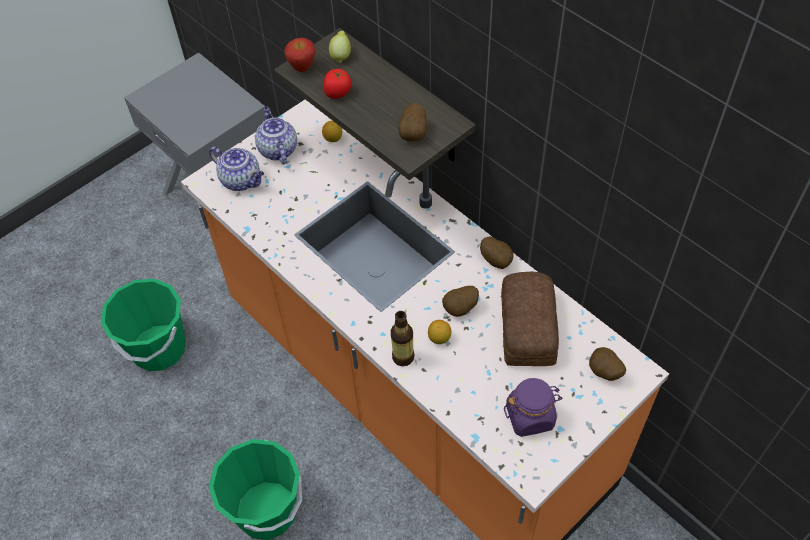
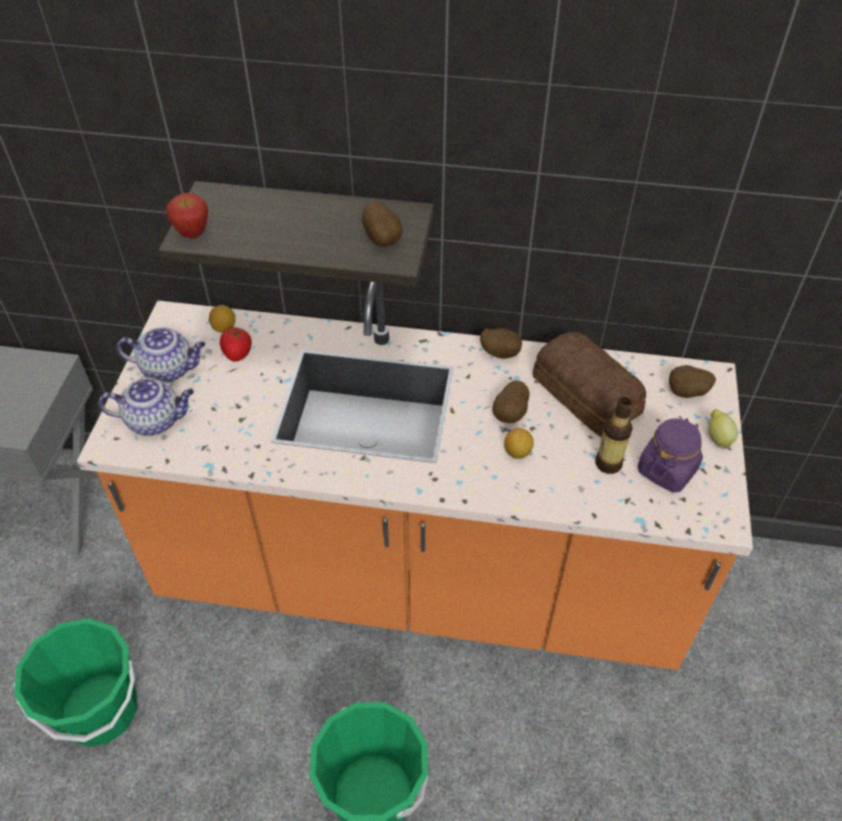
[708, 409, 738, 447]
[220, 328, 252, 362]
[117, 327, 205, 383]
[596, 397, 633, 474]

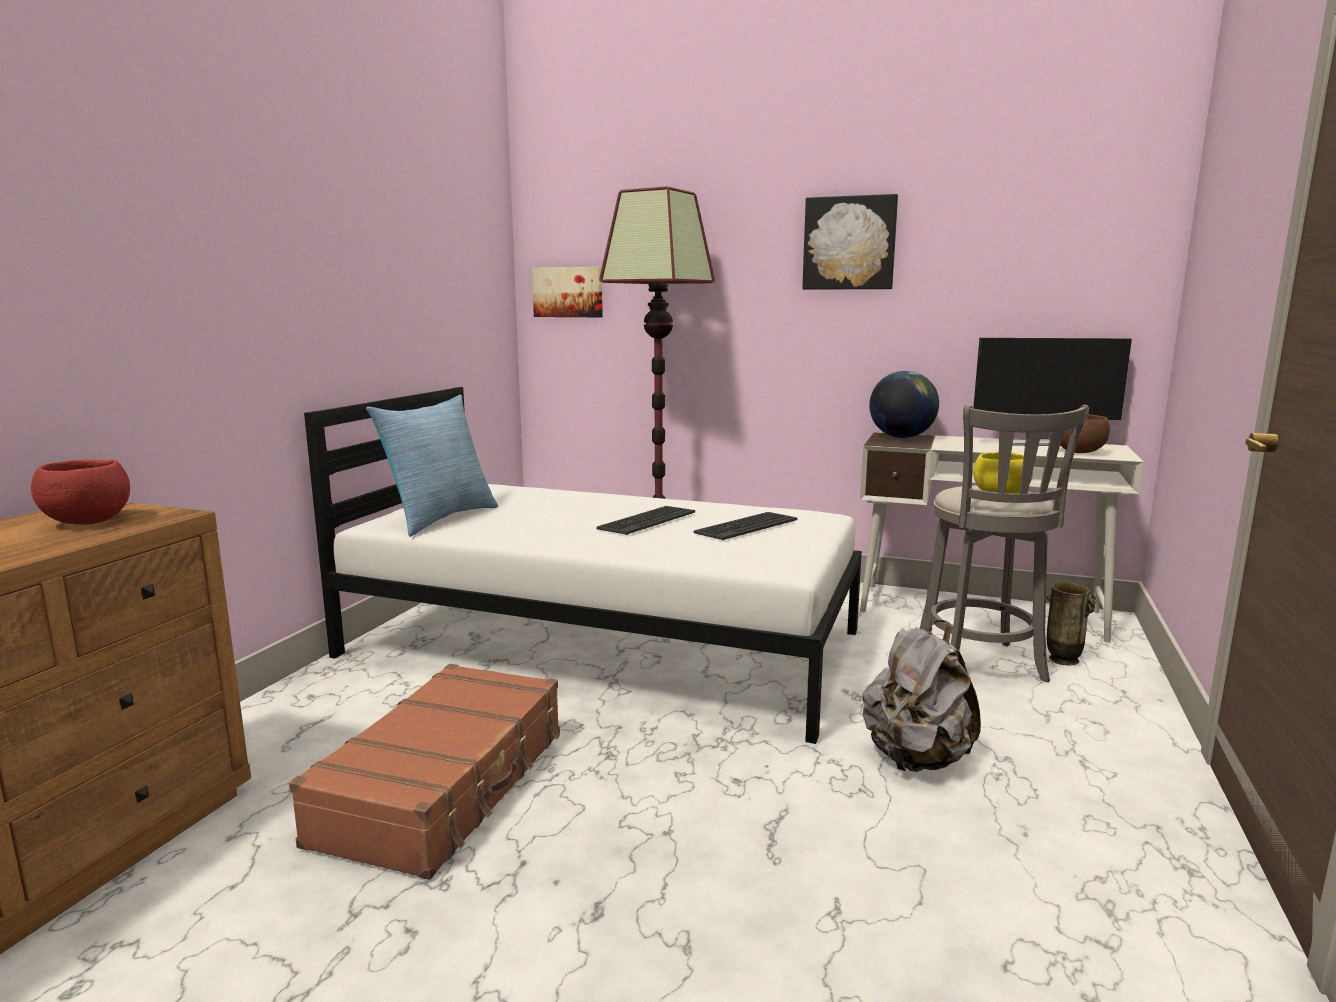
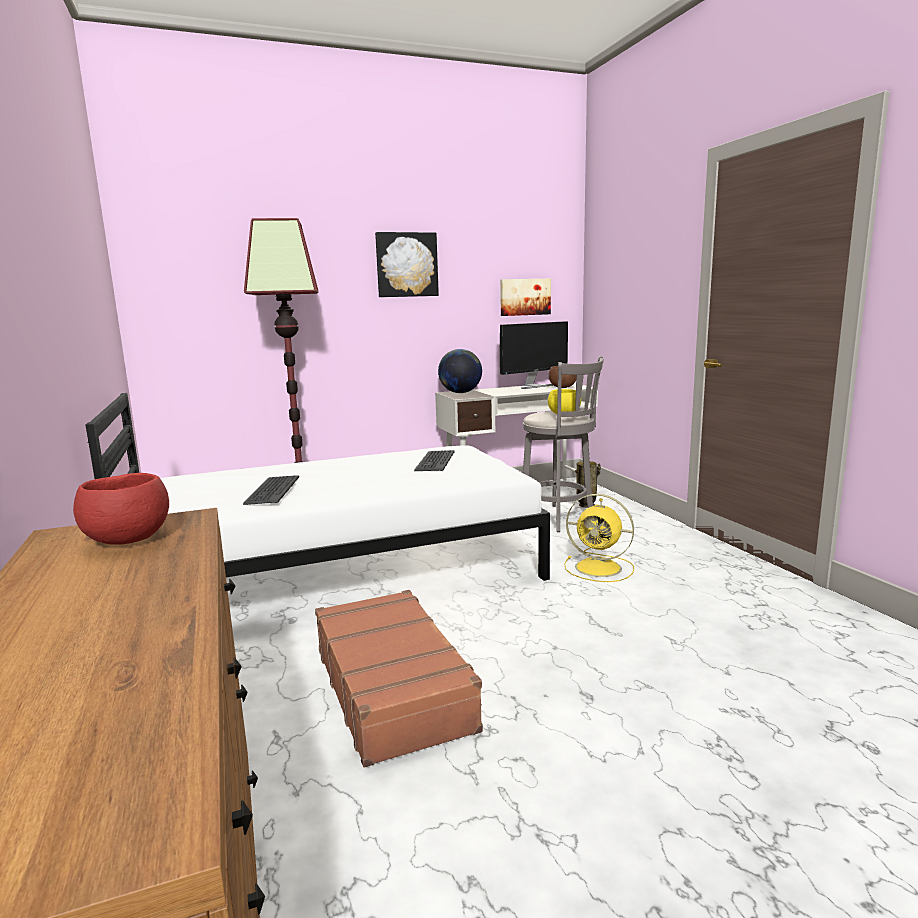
[500, 279, 551, 316]
[366, 395, 498, 537] (first image)
[243, 475, 299, 505]
[564, 494, 634, 582]

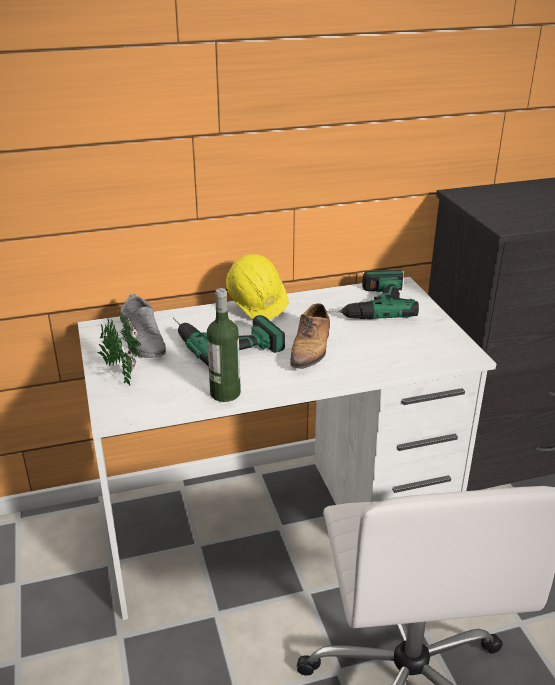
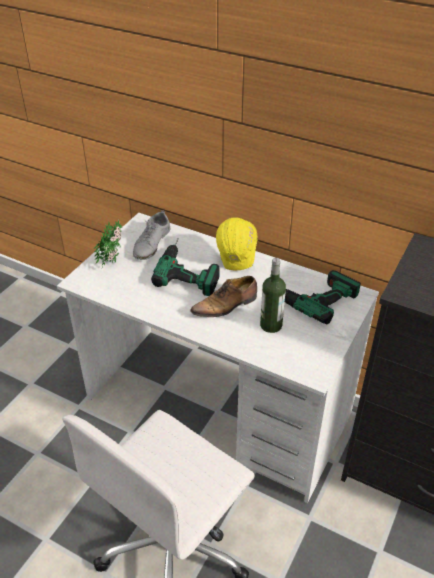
[260, 258, 286, 333]

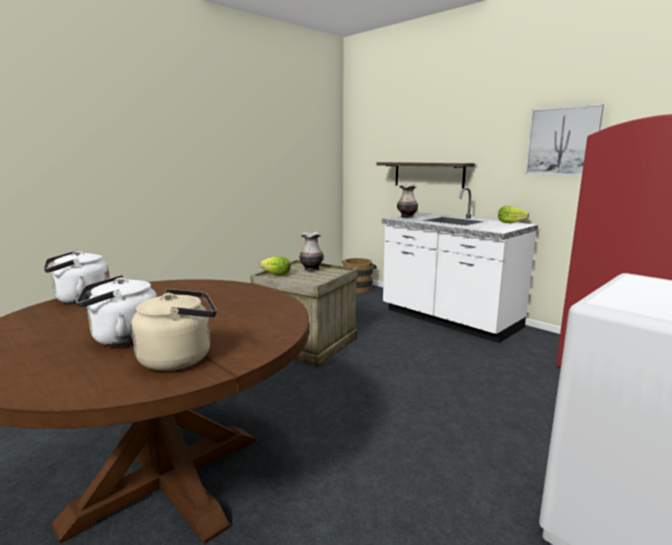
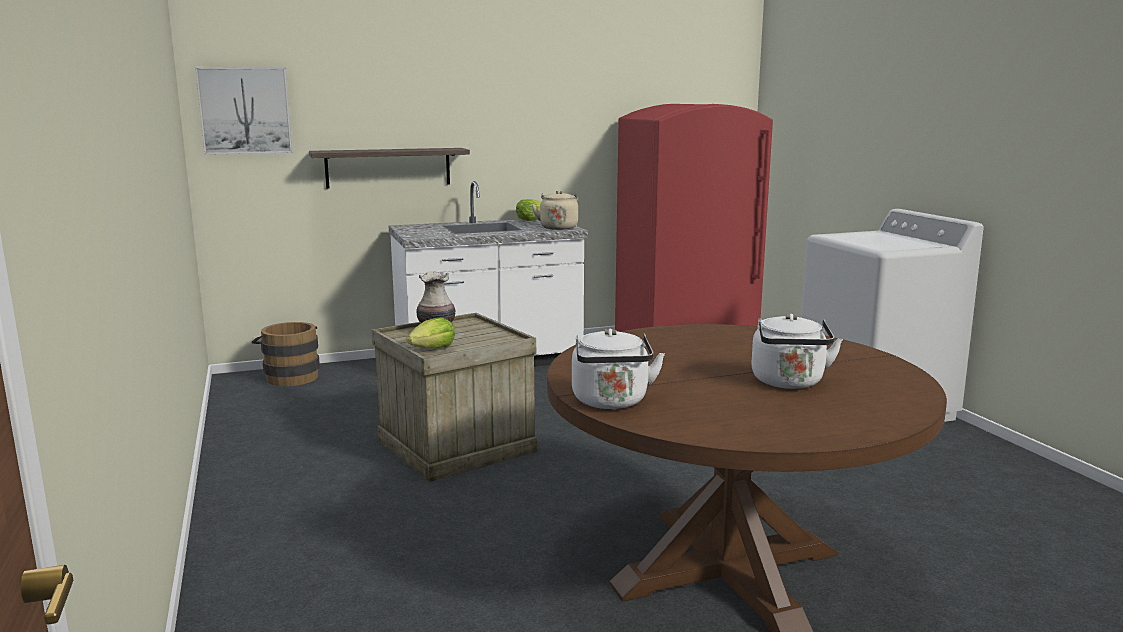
[195, 67, 292, 155]
[397, 184, 418, 218] (first image)
[532, 191, 578, 230]

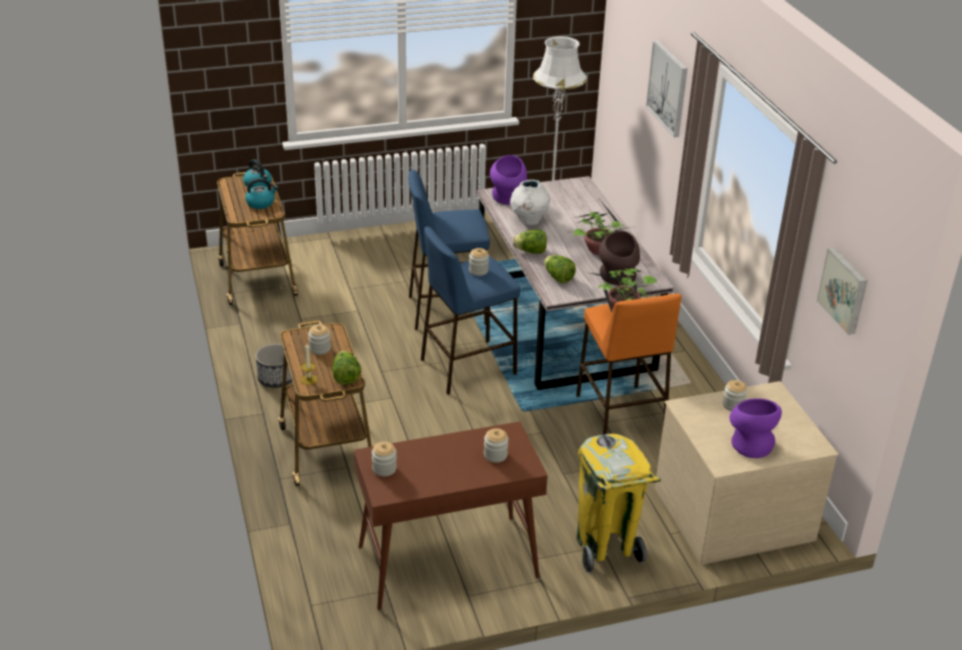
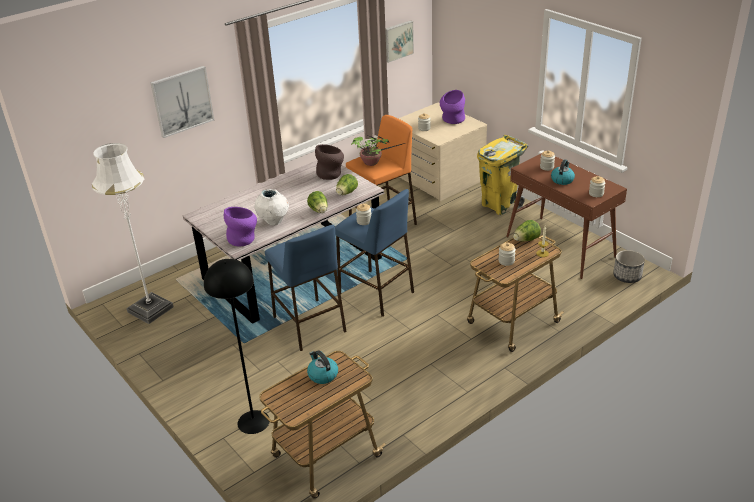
[551, 160, 575, 185]
[574, 200, 630, 255] (first image)
[613, 250, 645, 283]
[204, 259, 270, 434]

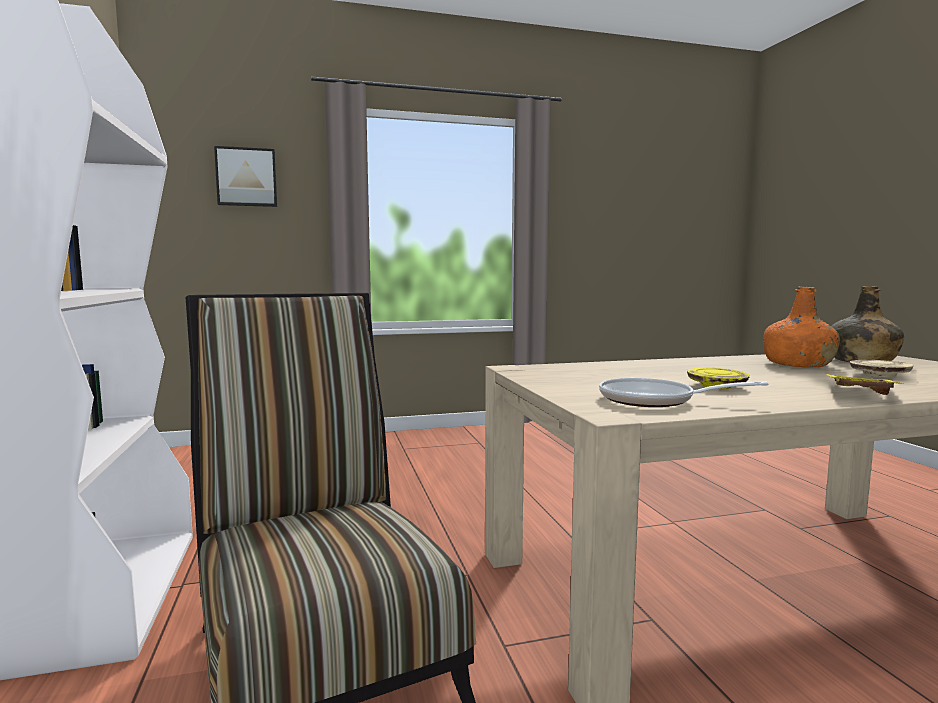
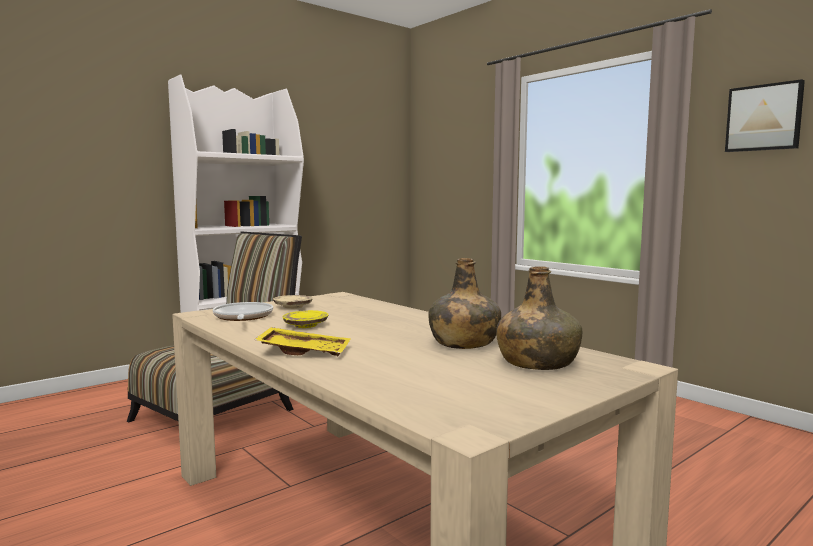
[725, 79, 805, 152]
[428, 258, 501, 349]
[273, 295, 313, 309]

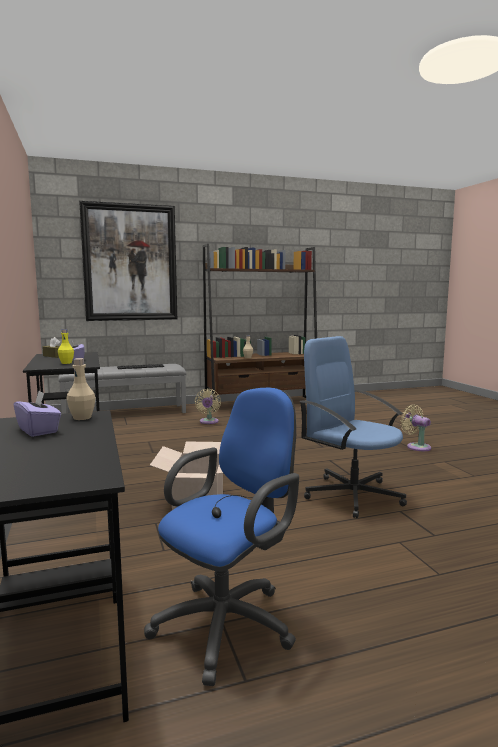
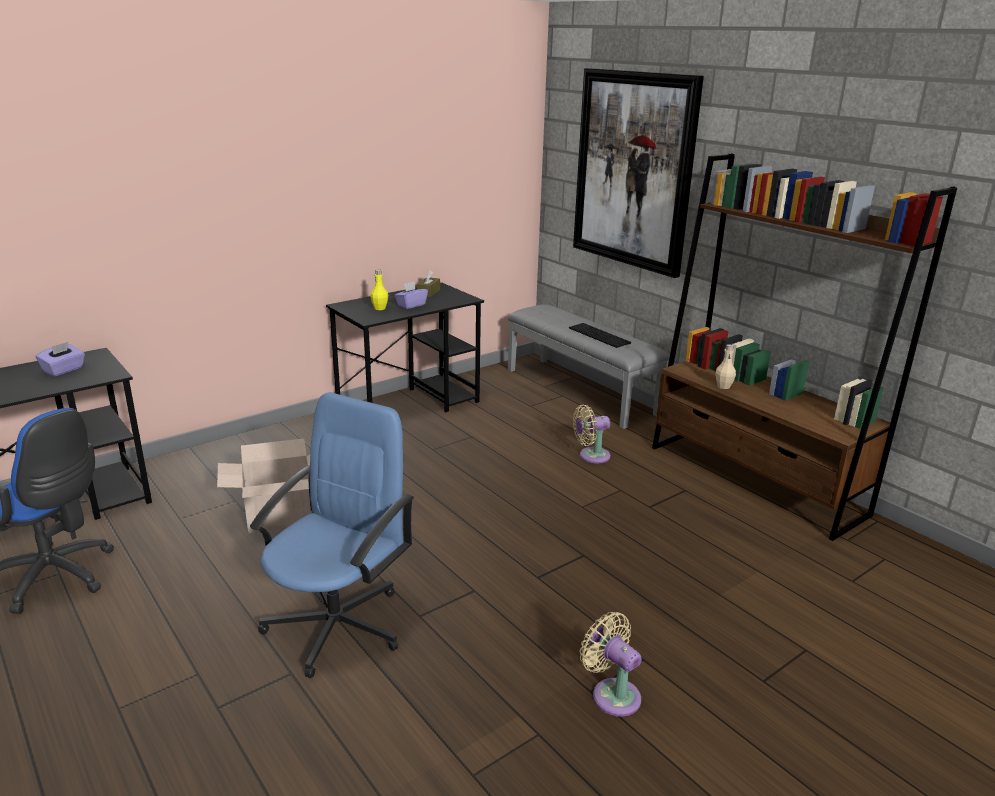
[67, 358, 95, 420] (first image)
[580, 612, 642, 717]

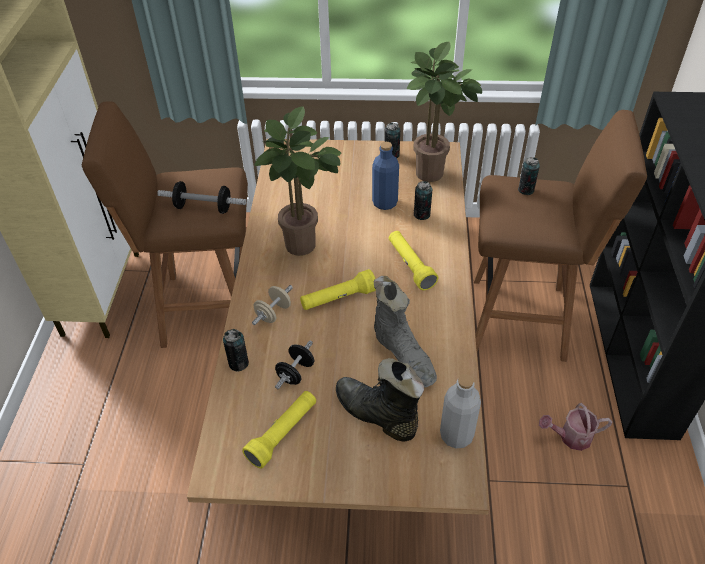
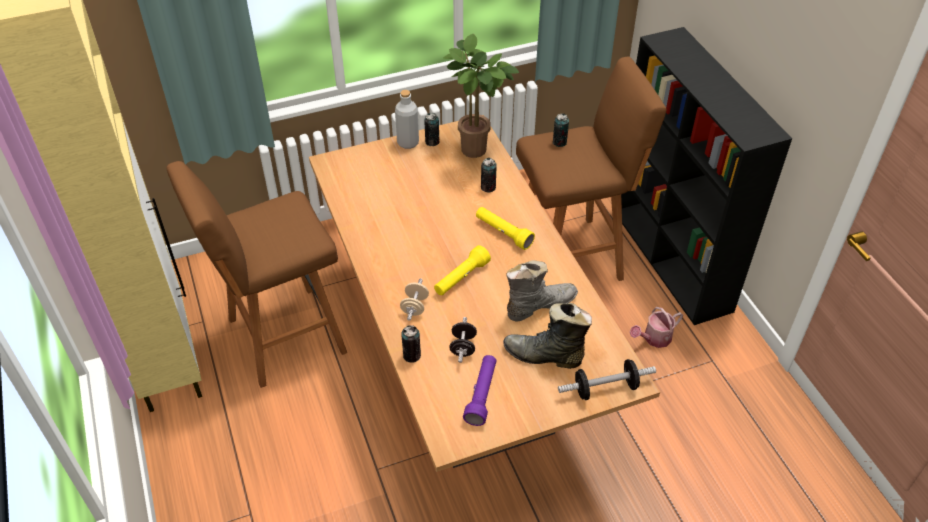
[254, 106, 341, 256] (first image)
[372, 142, 399, 210] (first image)
[558, 359, 656, 400]
[507, 260, 578, 322]
[395, 90, 419, 149]
[463, 355, 496, 426]

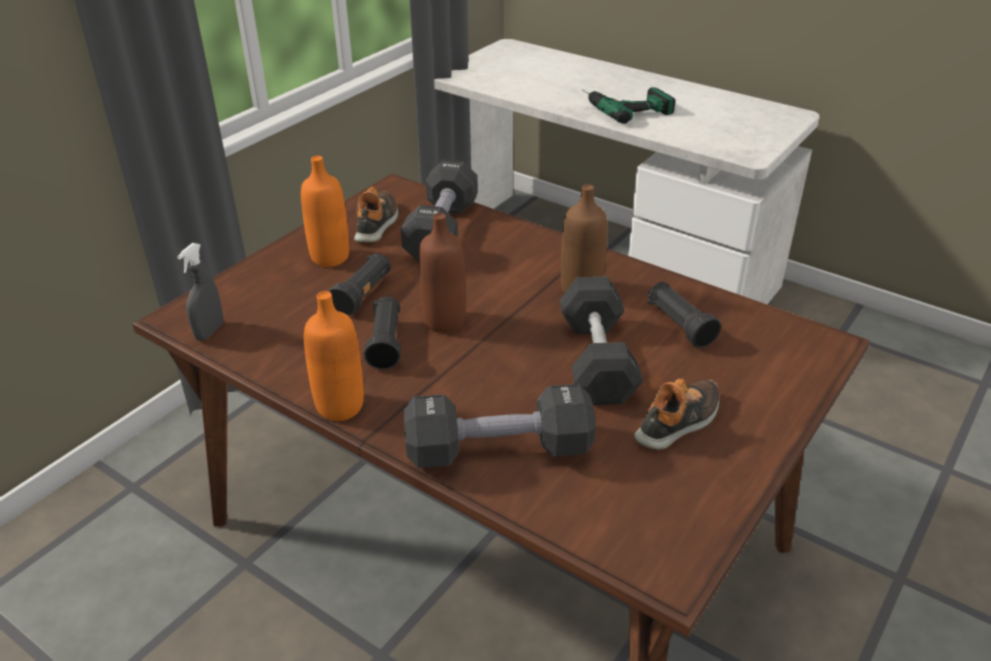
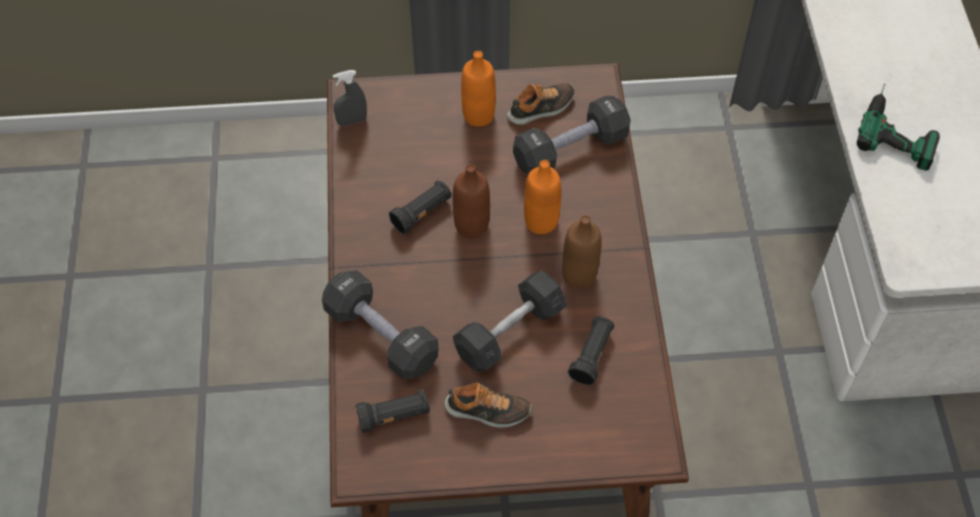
[356, 389, 430, 433]
[524, 160, 561, 234]

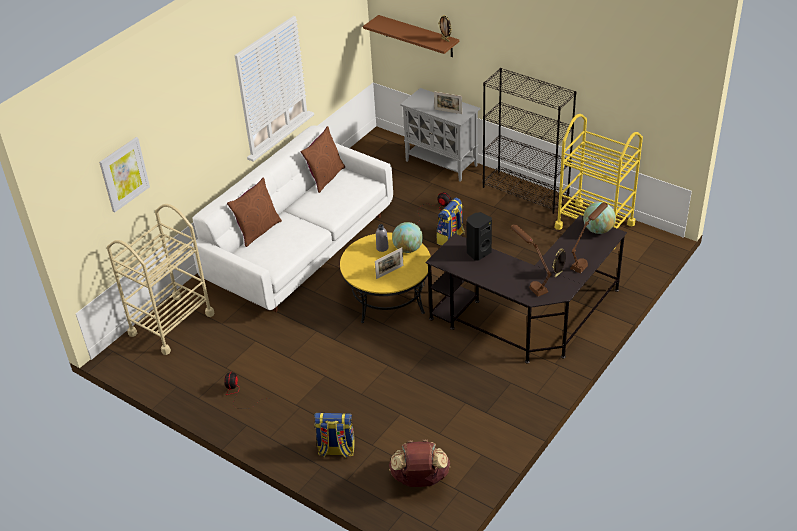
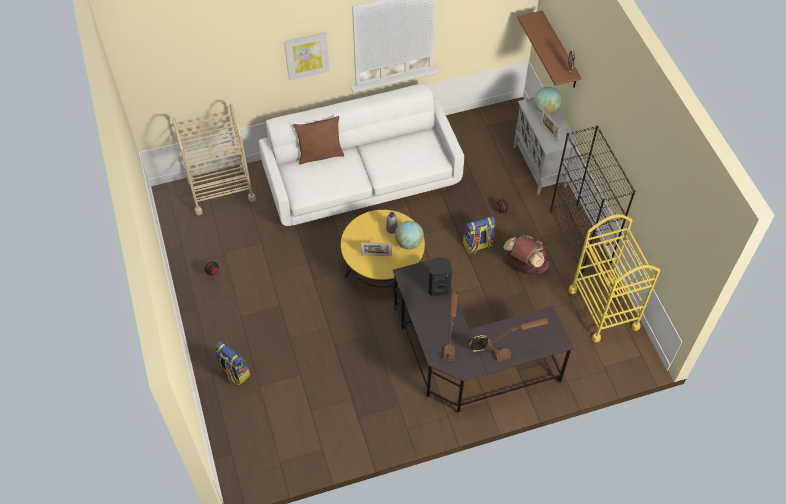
[301, 126, 345, 193] (first image)
[284, 32, 330, 80]
[534, 87, 562, 114]
[503, 235, 550, 274]

